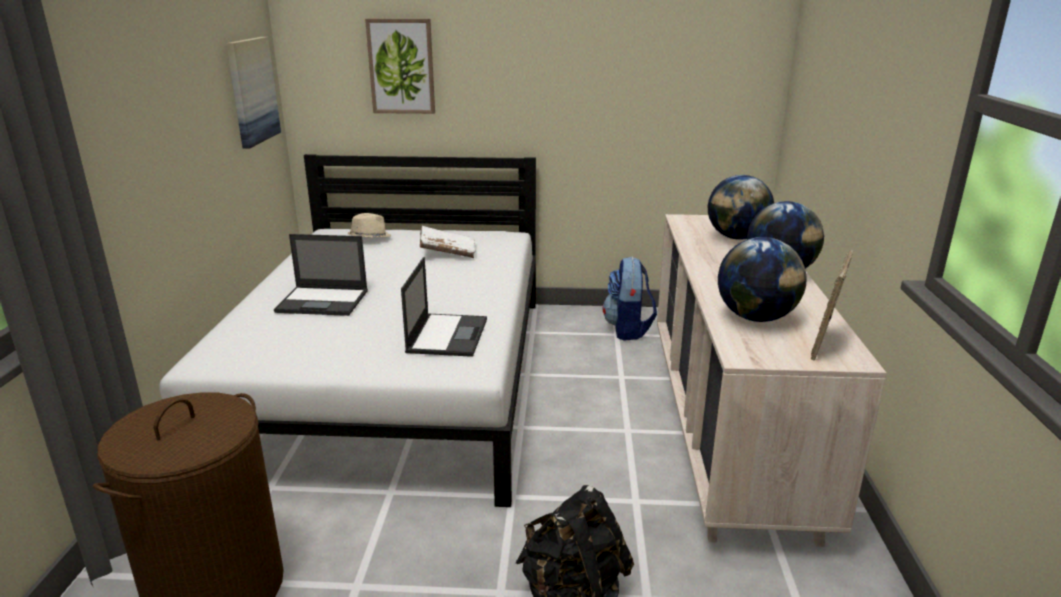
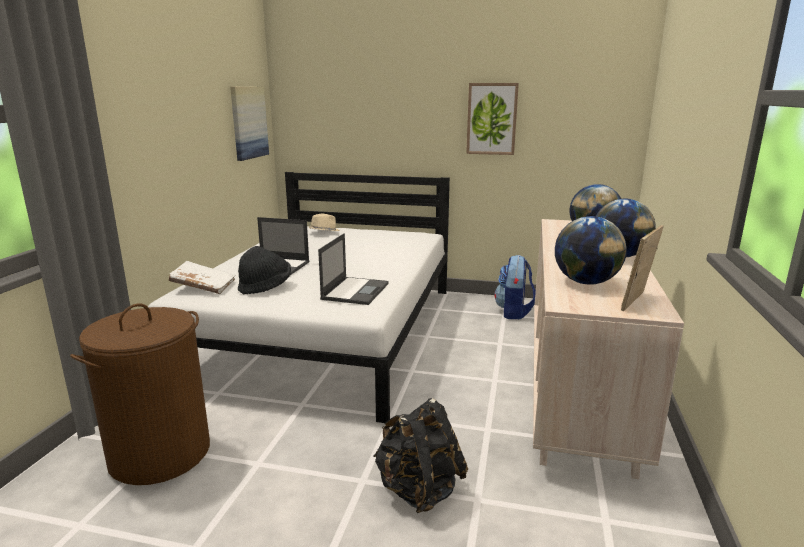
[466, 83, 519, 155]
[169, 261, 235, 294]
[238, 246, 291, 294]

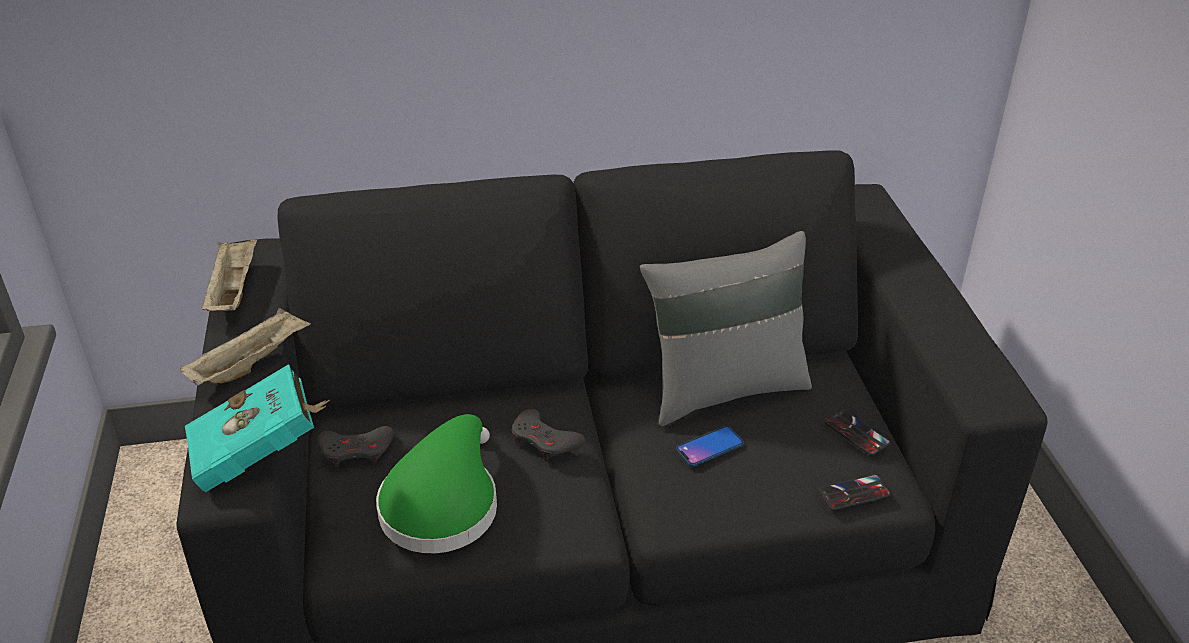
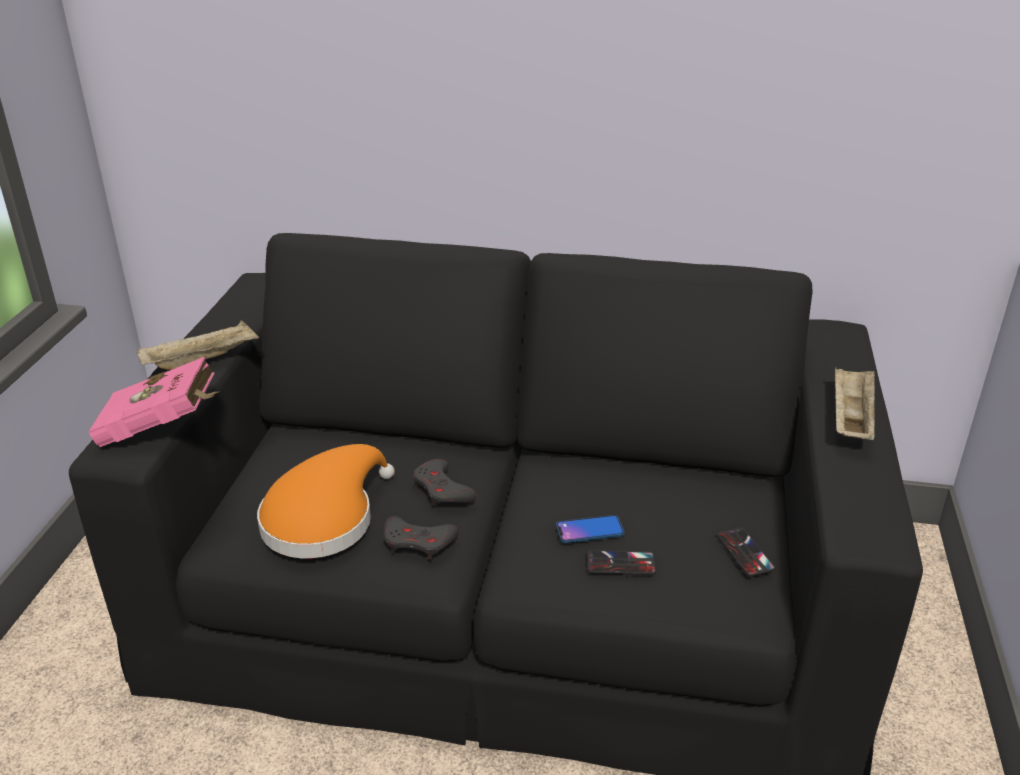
[640, 231, 812, 426] (first image)
[835, 367, 875, 440]
[89, 357, 220, 447]
[257, 444, 395, 558]
[383, 516, 459, 559]
[587, 550, 656, 575]

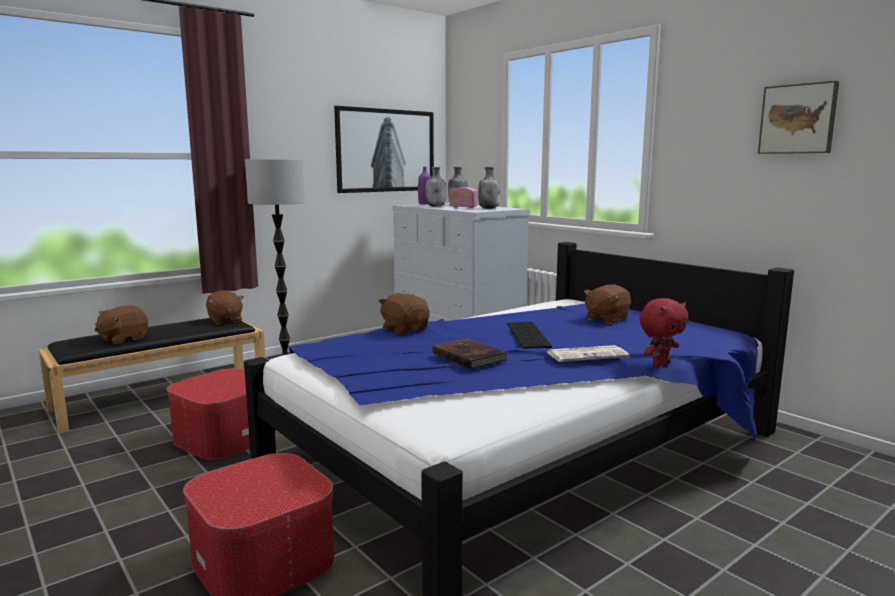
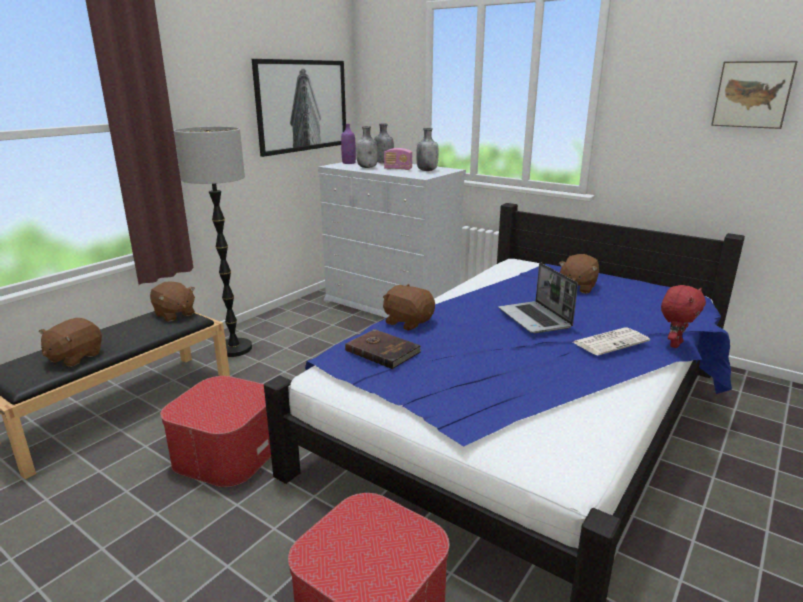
[498, 262, 578, 333]
[345, 329, 422, 369]

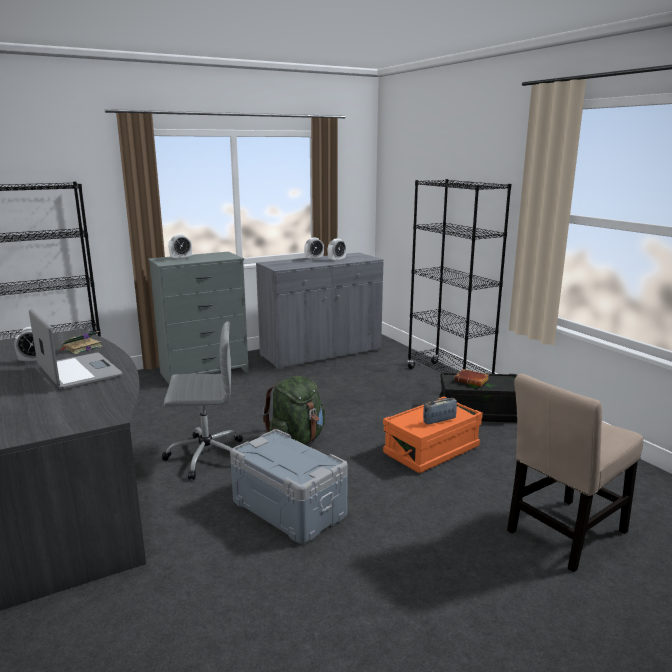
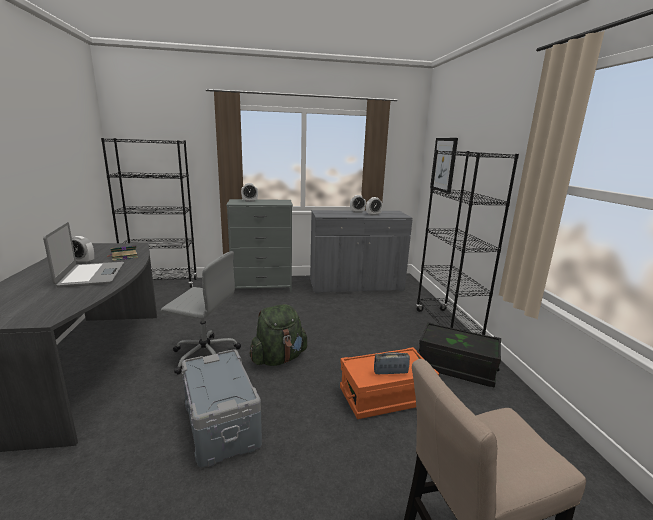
[454, 369, 489, 387] (first image)
[430, 138, 458, 194]

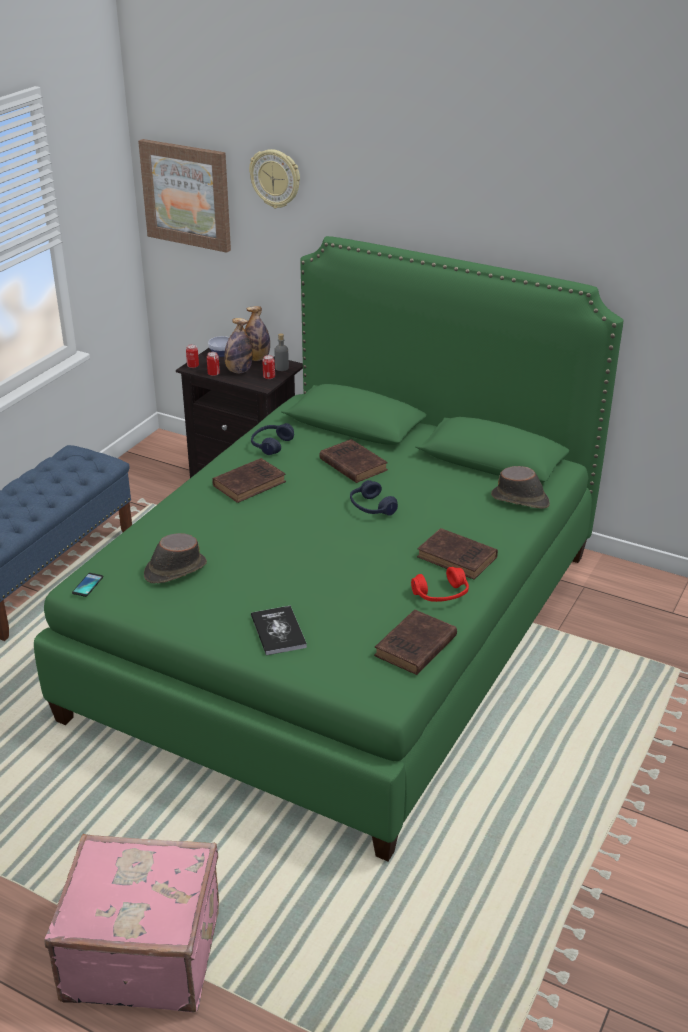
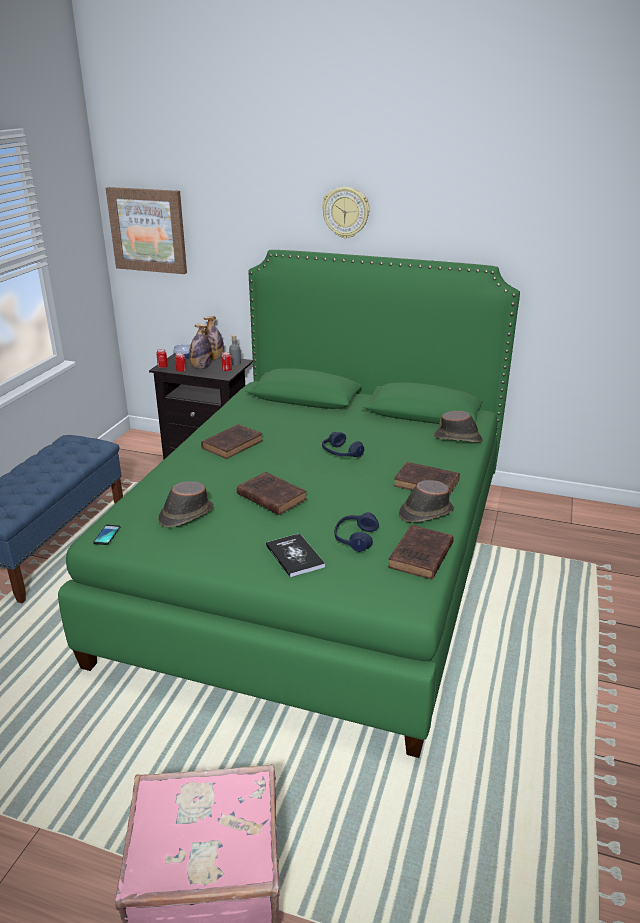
[322, 187, 370, 239]
[334, 512, 379, 552]
[237, 472, 307, 515]
[399, 480, 454, 522]

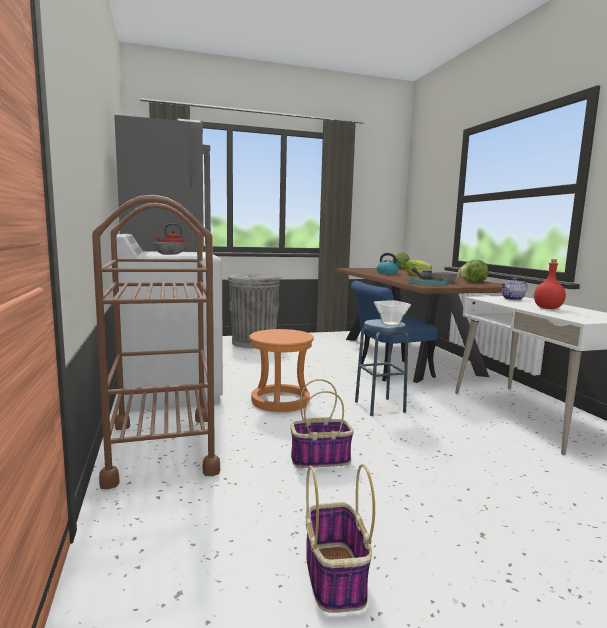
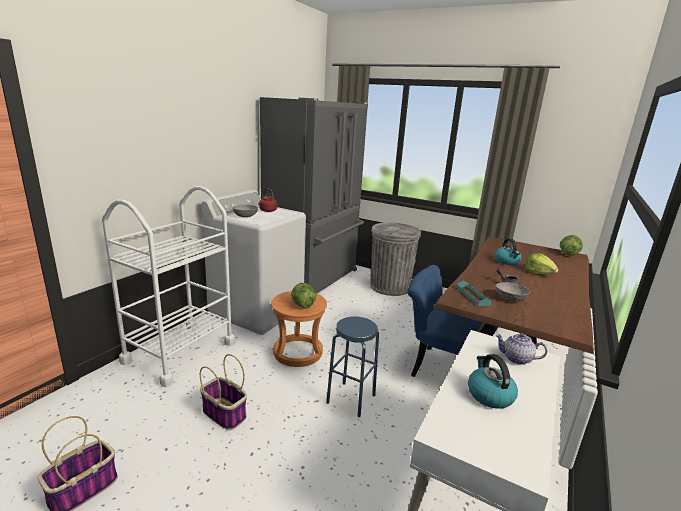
[102, 186, 236, 387]
[468, 354, 518, 409]
[291, 283, 316, 309]
[374, 300, 411, 326] (first image)

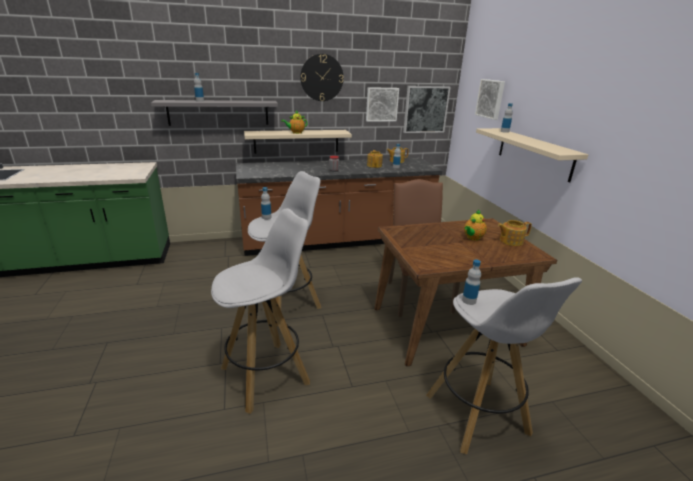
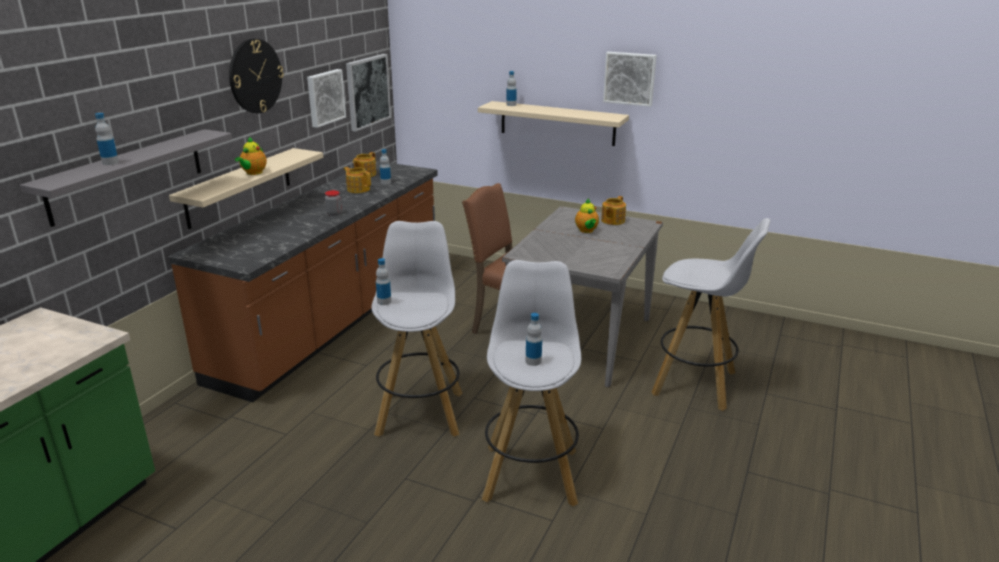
[603, 52, 657, 107]
[502, 206, 663, 388]
[526, 313, 542, 366]

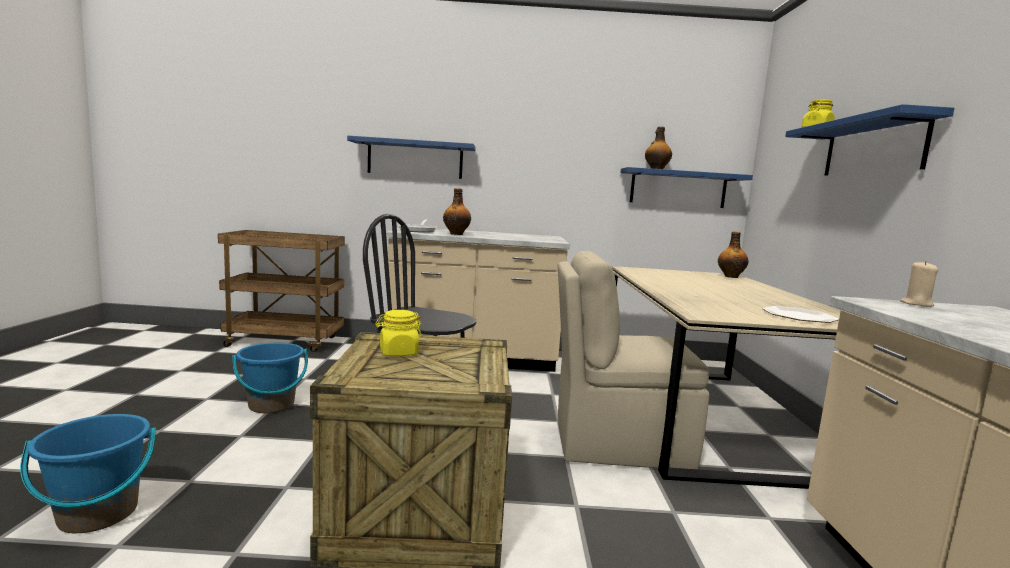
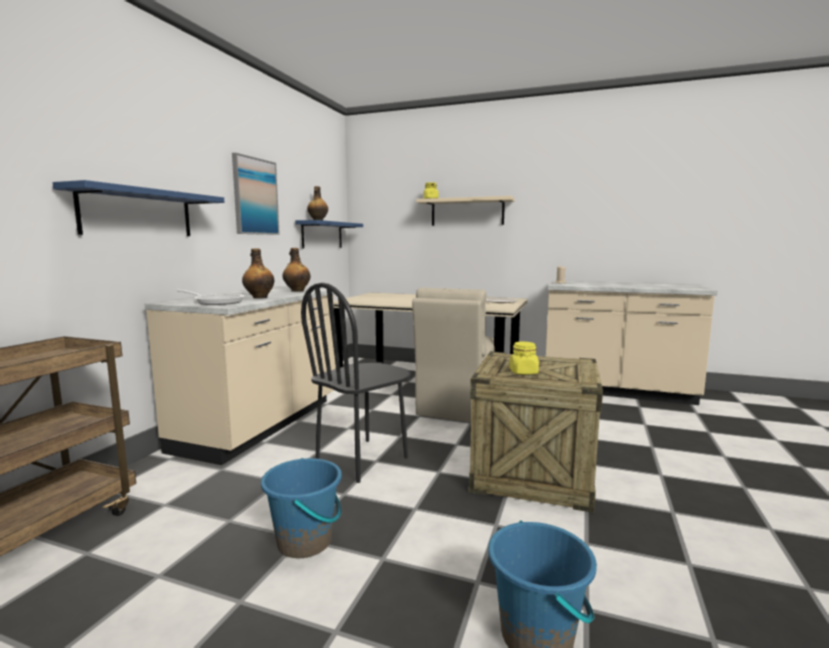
[416, 196, 515, 226]
[283, 248, 310, 292]
[232, 153, 280, 235]

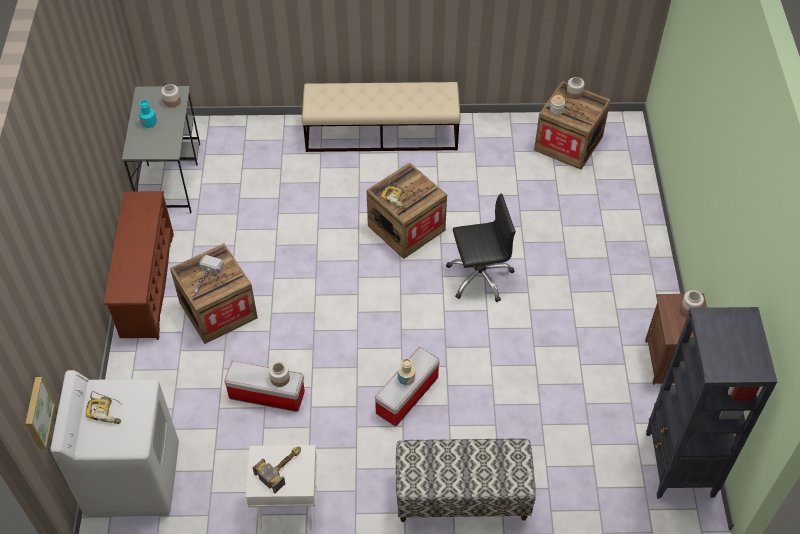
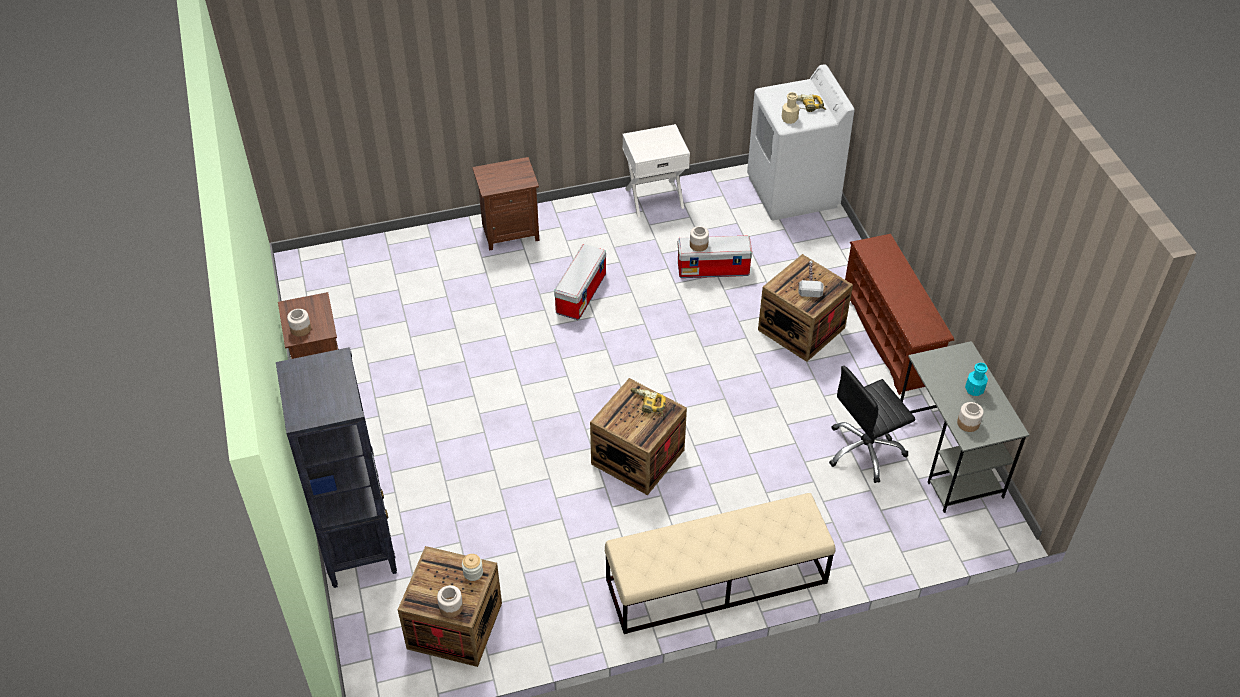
[829, 366, 915, 483]
[276, 347, 397, 588]
[782, 92, 800, 124]
[25, 377, 55, 449] (first image)
[472, 157, 539, 251]
[253, 447, 301, 493] (first image)

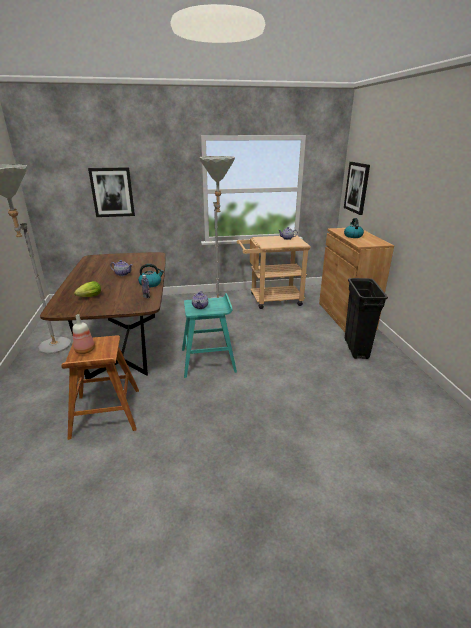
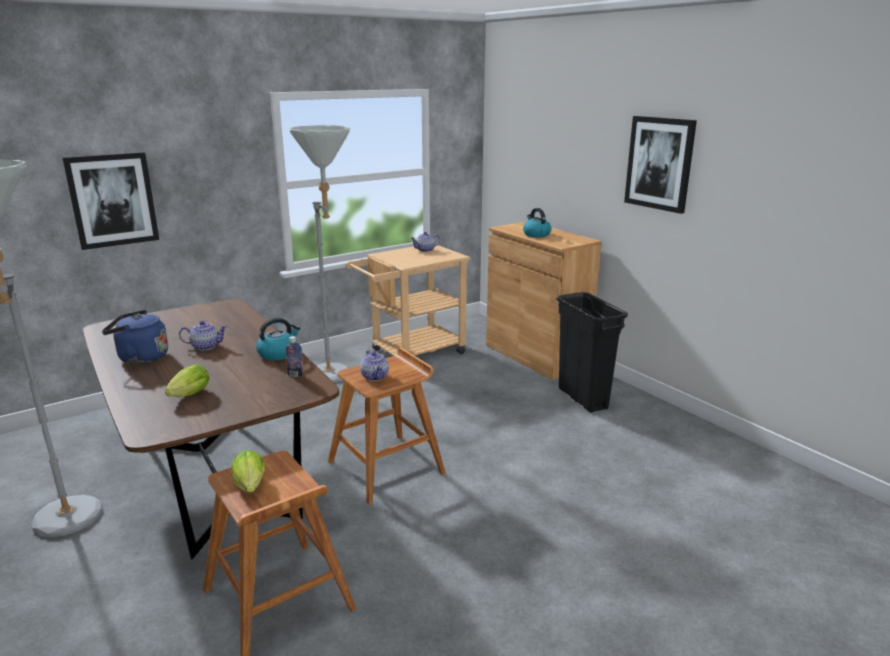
[624, 116, 697, 214]
[328, 348, 446, 505]
[232, 450, 265, 493]
[102, 310, 168, 364]

